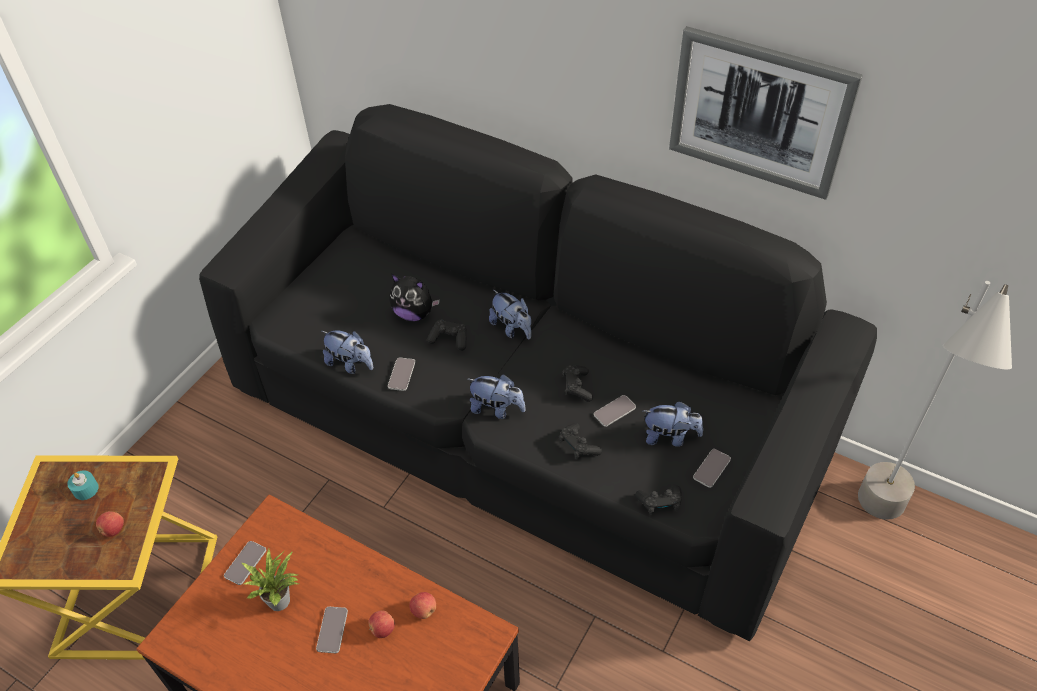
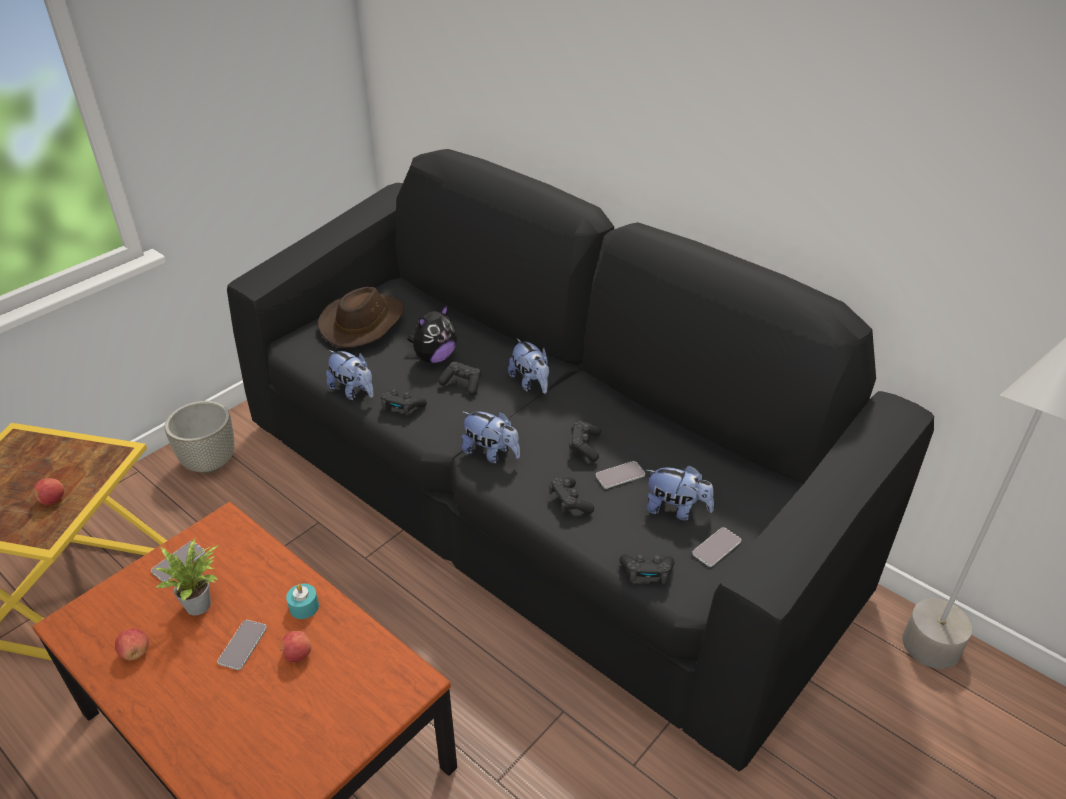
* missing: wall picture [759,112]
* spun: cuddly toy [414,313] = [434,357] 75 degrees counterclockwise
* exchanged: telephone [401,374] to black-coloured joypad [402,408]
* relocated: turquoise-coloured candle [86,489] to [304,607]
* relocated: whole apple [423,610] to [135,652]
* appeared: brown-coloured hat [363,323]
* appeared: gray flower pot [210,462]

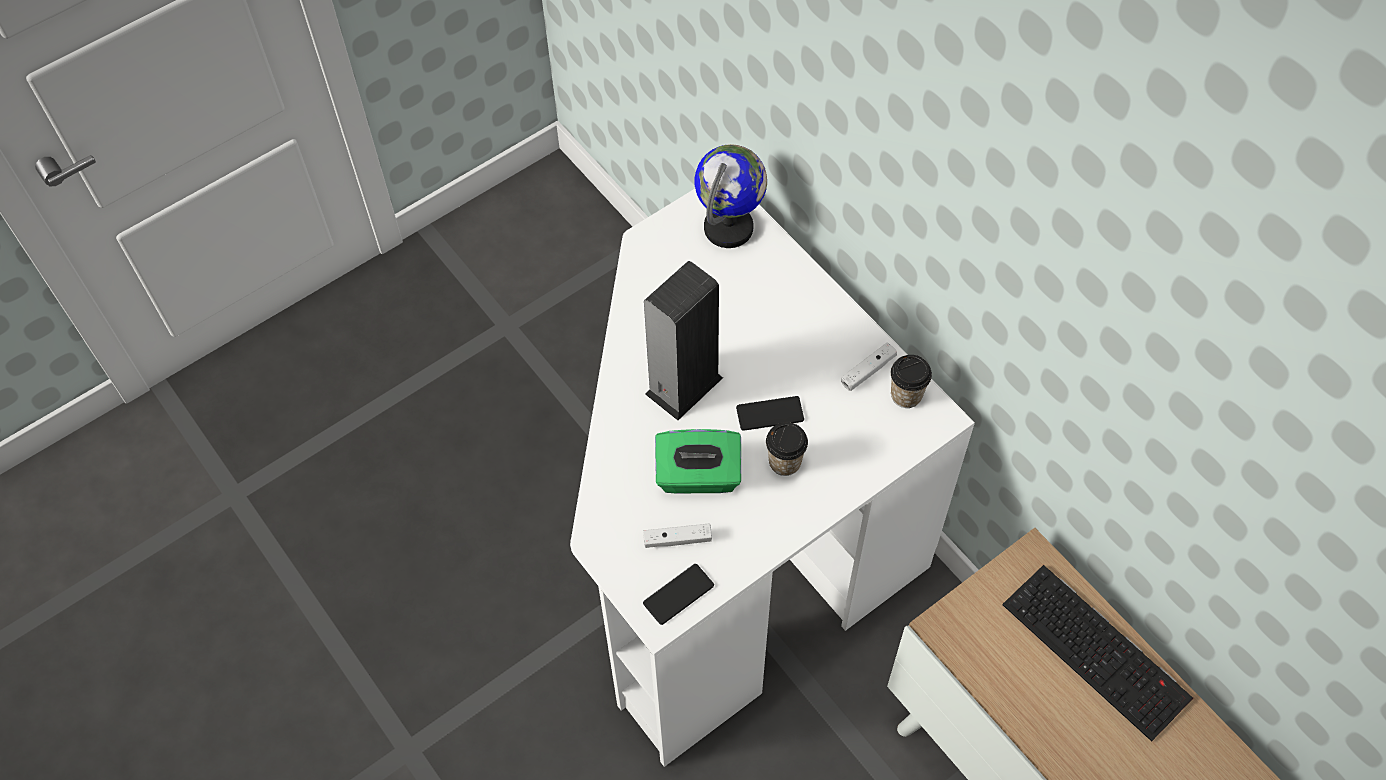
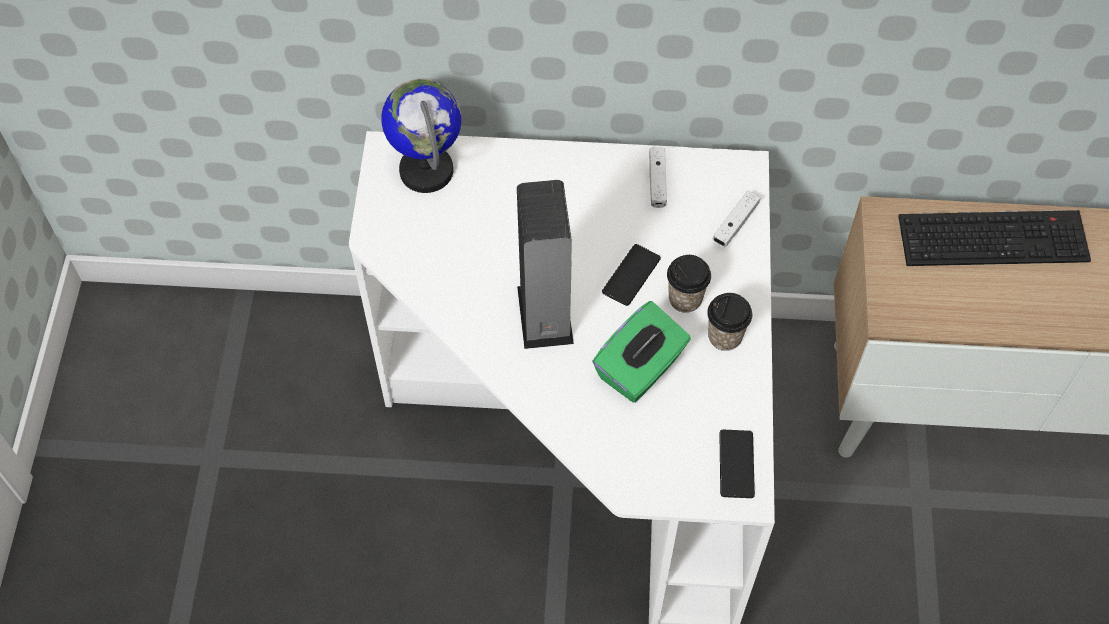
* relocated: cup [906,395] to [725,336]
* relocated: white joypad [677,539] to [735,224]

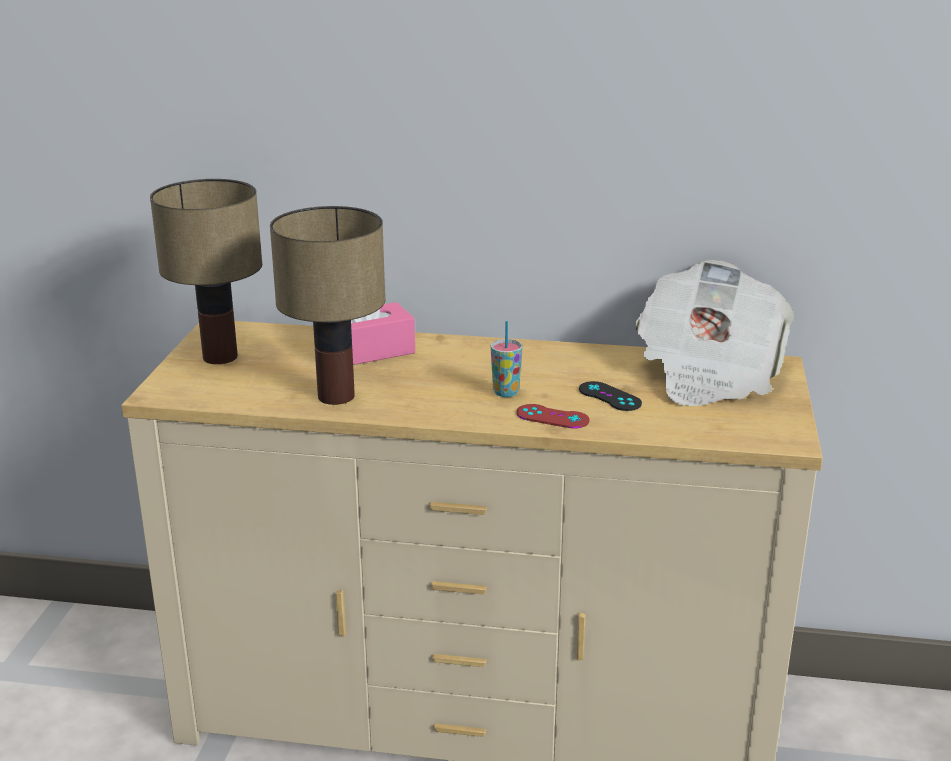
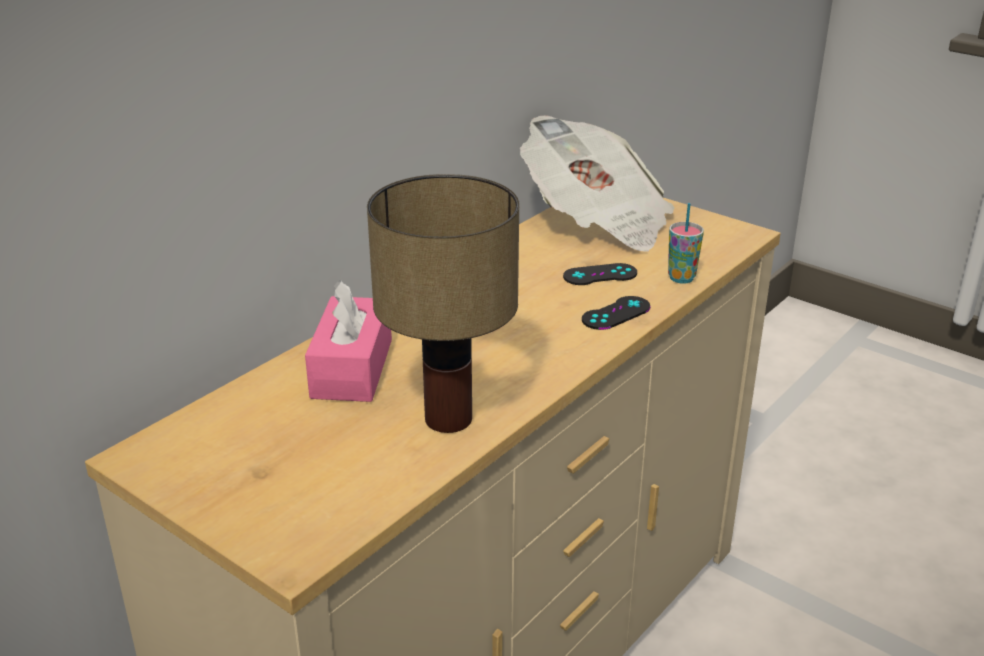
* missing: lamp for a table [218,356]
* relocated: cup [505,392] to [681,278]
* colour: reddish joypad [552,417] to black-coloured joypad [616,313]

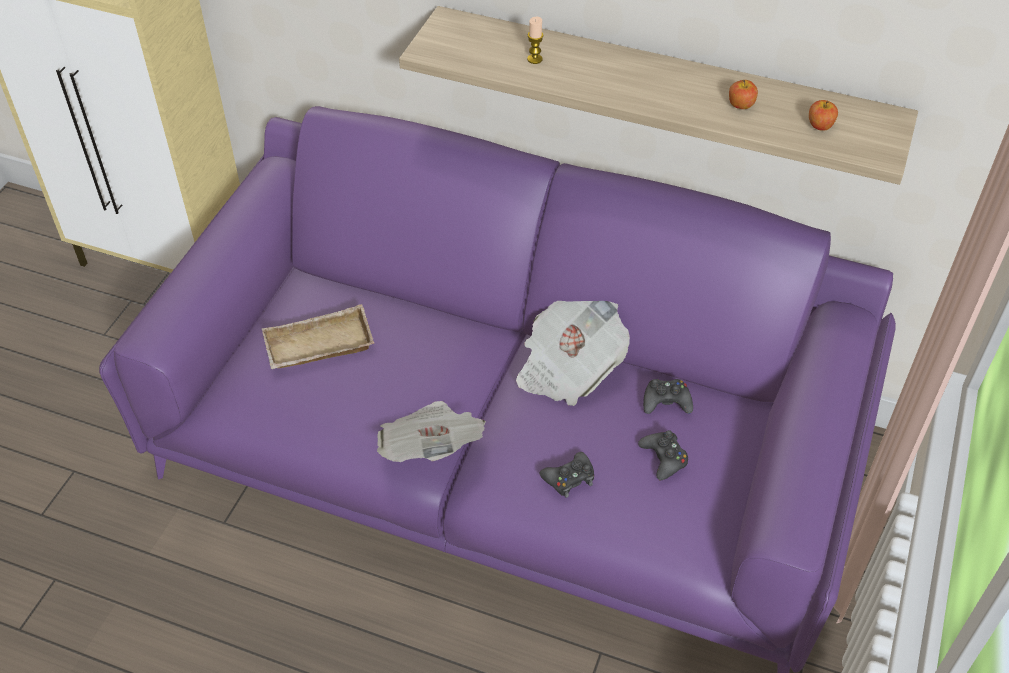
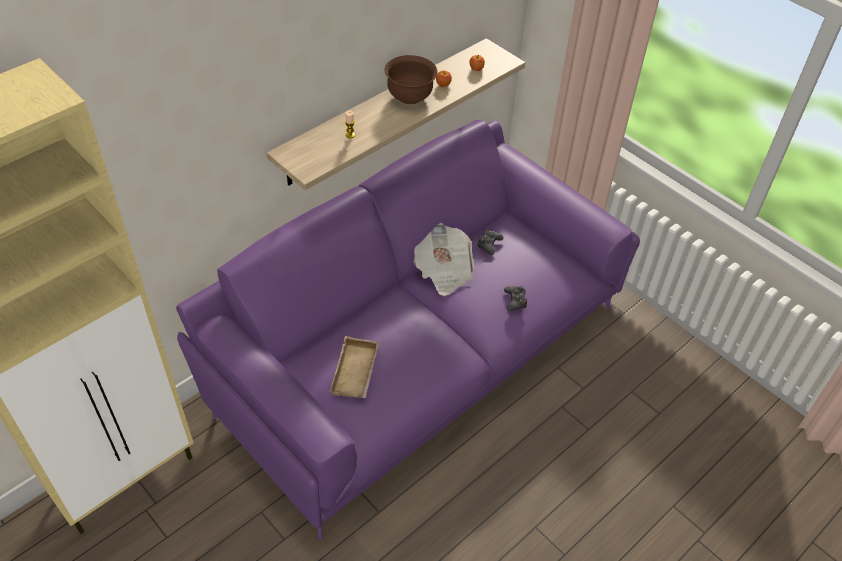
* missing: printed paper [431,449]
* missing: black-coloured joypad [664,458]
* appeared: brown-coloured bowl [410,97]

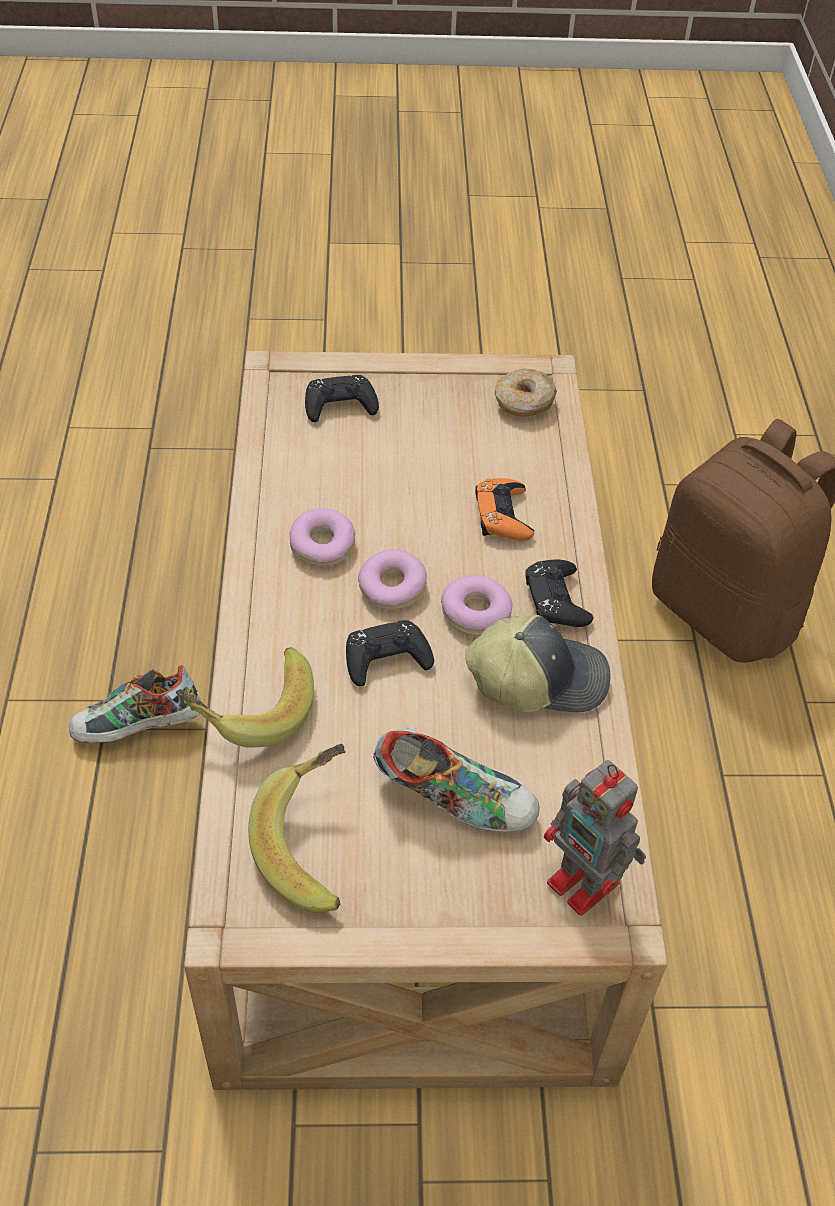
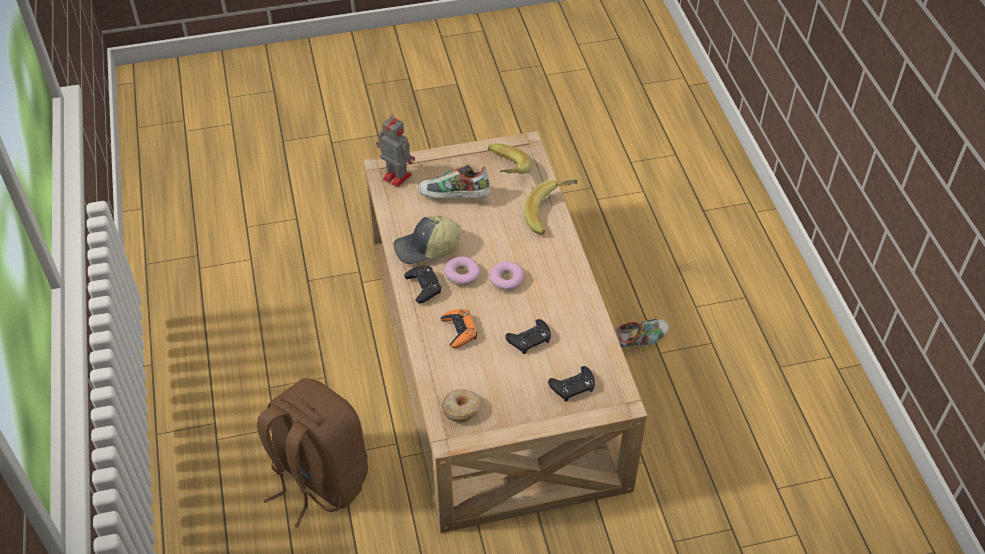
* missing: doughnut [322,545]
* relocated: black-coloured joypad [386,659] to [529,339]

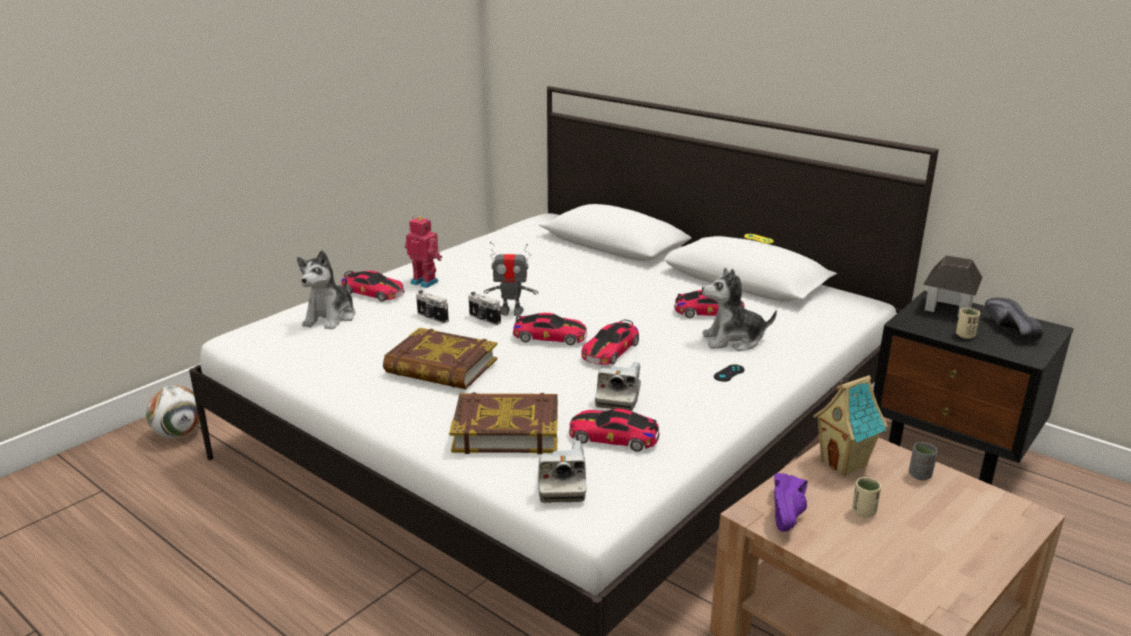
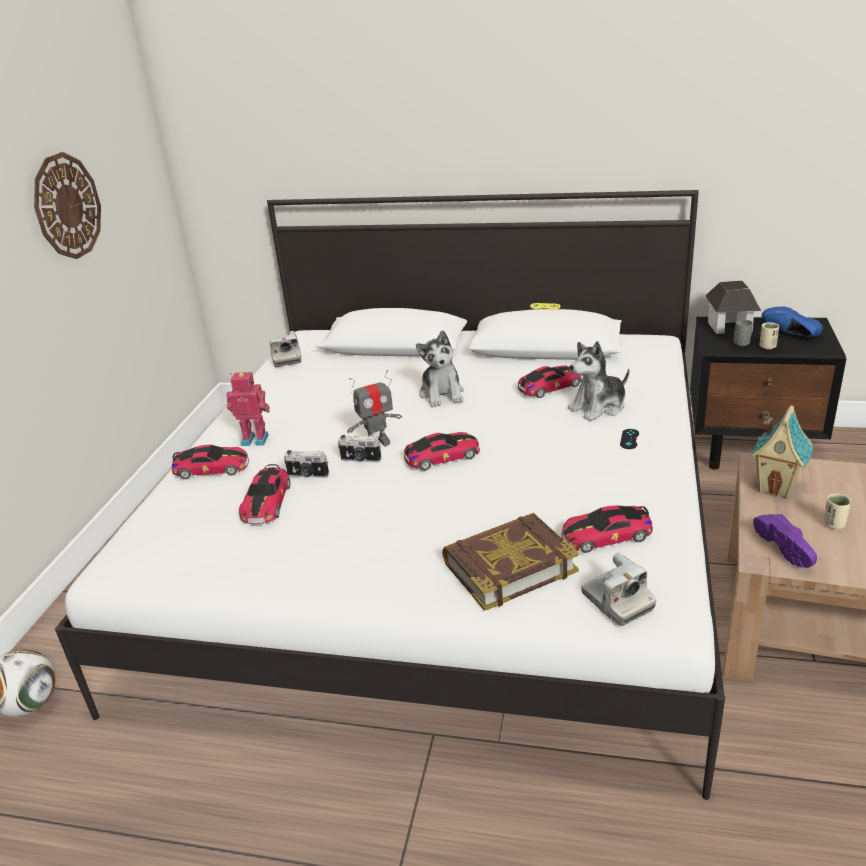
* relocated: cuddly toy [331,318] to [442,394]
* colour: black-coloured low shoe [1005,330] to blue-coloured low shoe [788,334]
* relocated: toy car [611,350] to [267,502]
* missing: bound book [441,367]
* relocated: photo camera [618,397] to [286,358]
* relocated: gray cup [920,475] to [741,343]
* appeared: clock on the wall [67,206]

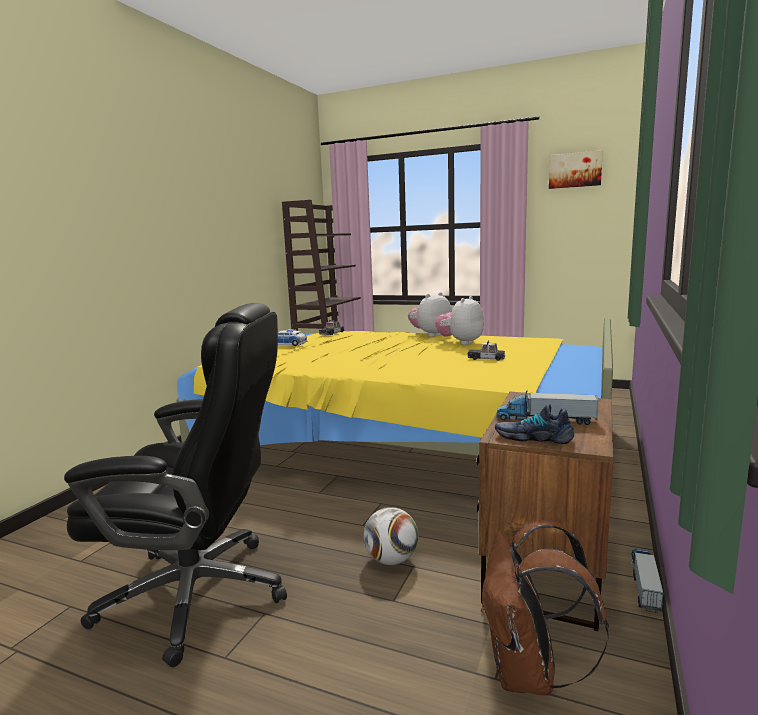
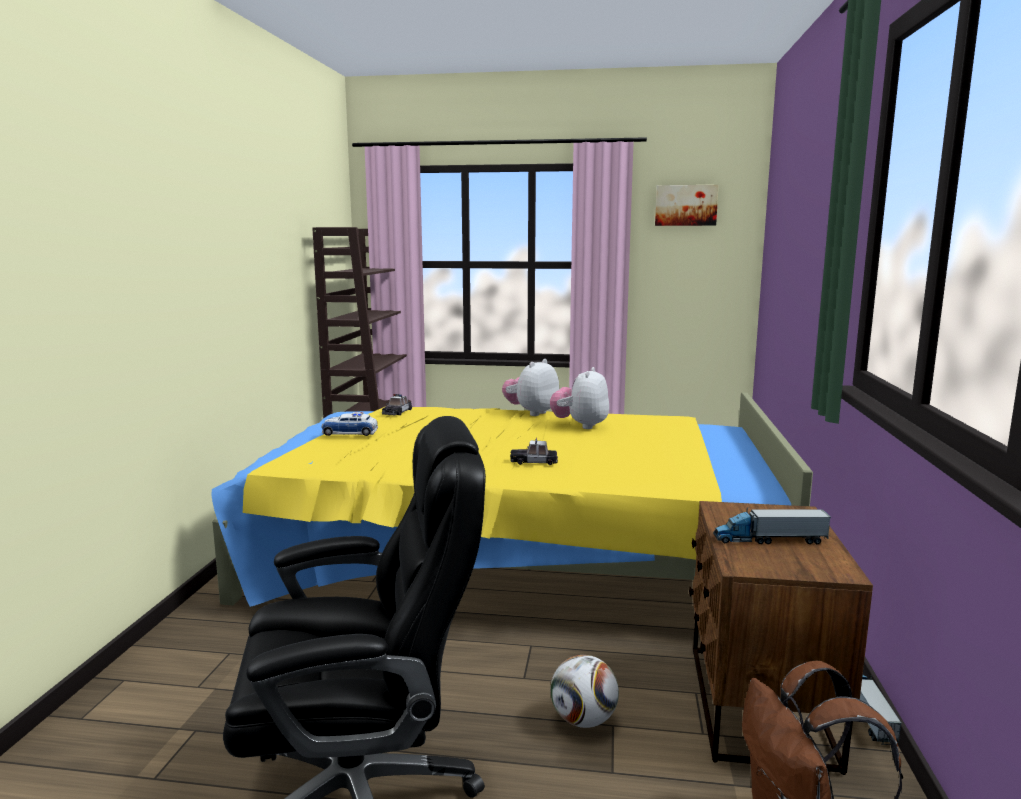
* relocated: toy car [486,358] to [534,461]
* missing: low shoe [533,437]

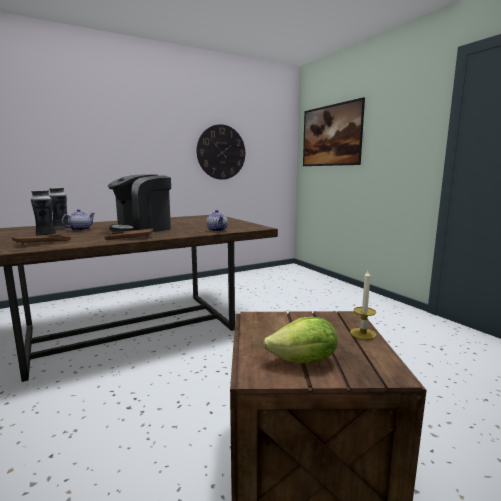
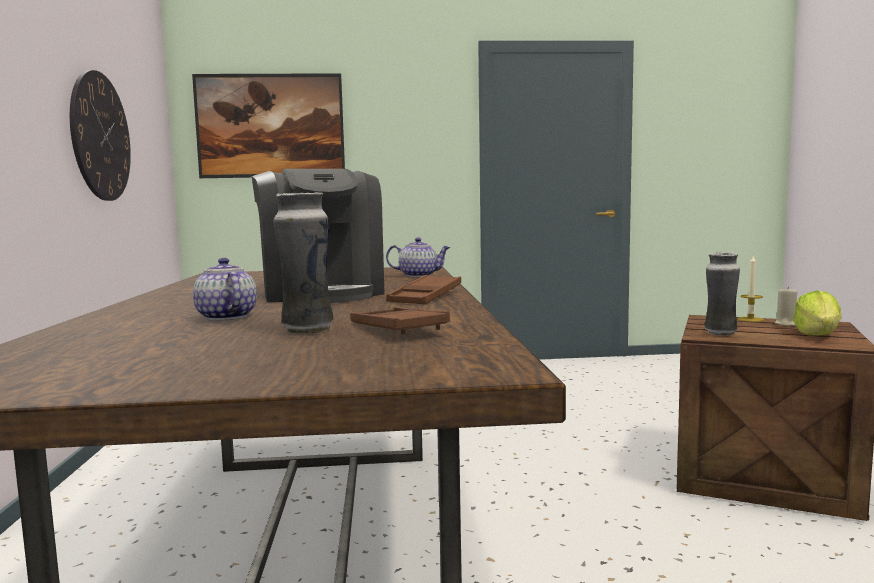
* relocated: flower vase [61,228] to [720,333]
* appeared: beige-coloured candle [786,324]

